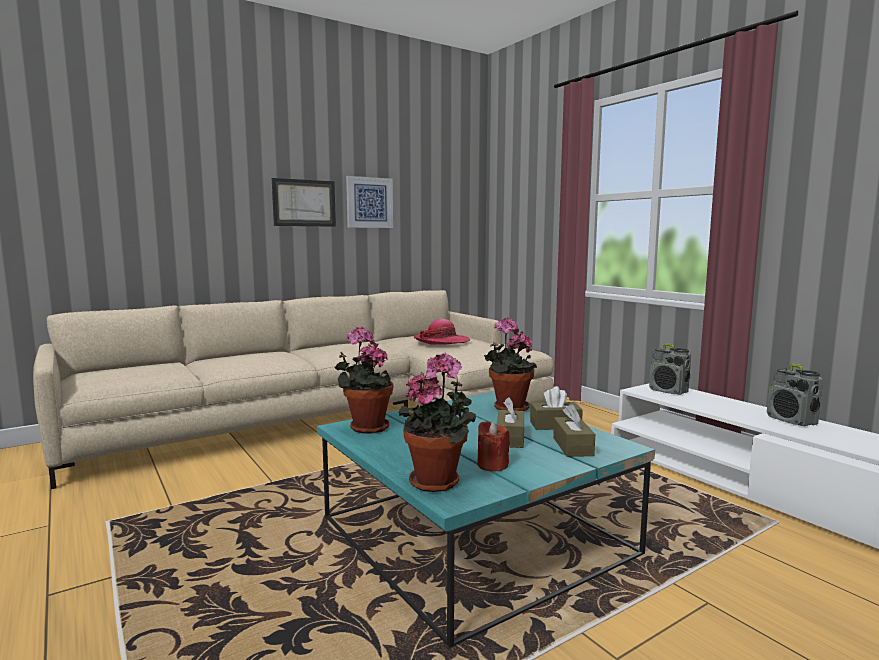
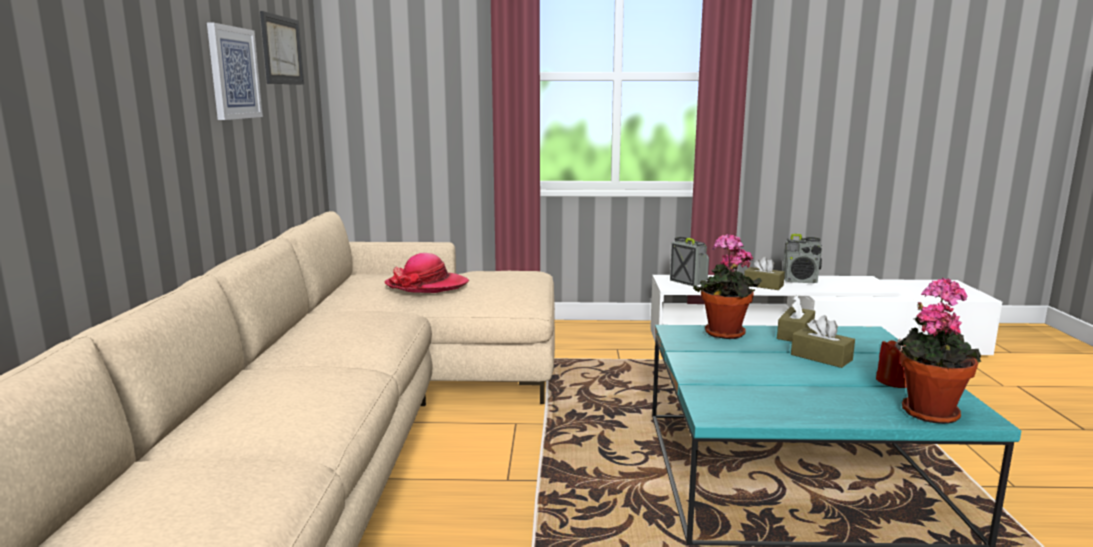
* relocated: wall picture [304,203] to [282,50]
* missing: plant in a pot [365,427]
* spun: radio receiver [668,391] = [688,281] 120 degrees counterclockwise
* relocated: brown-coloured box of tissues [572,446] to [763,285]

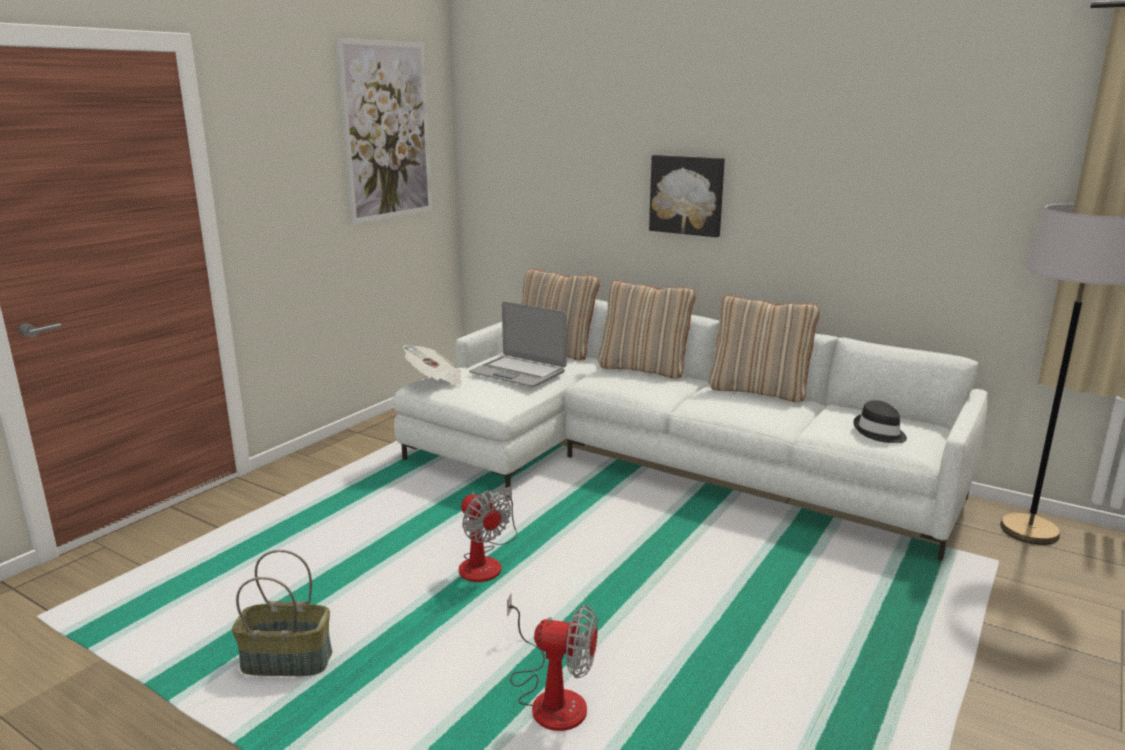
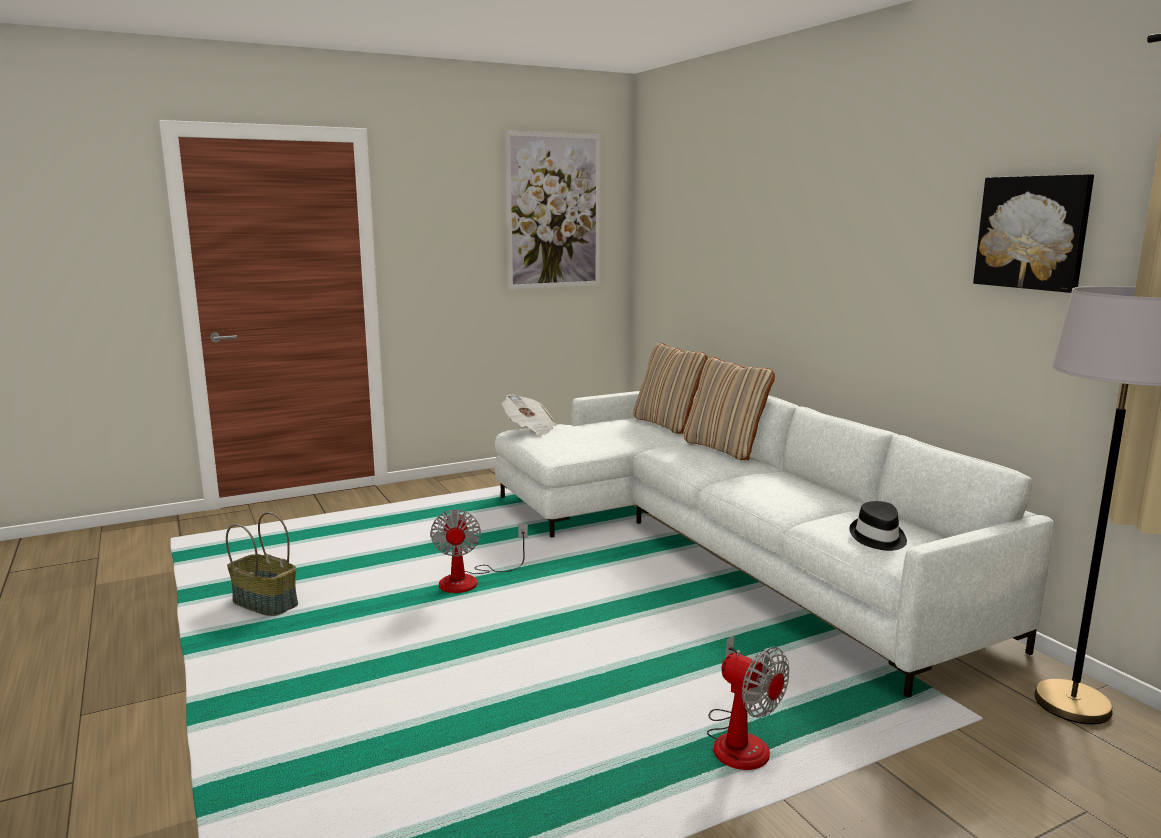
* relocated: wall picture [687,195] to [1033,232]
* missing: beige-coloured pillow [759,391]
* missing: notebook computer [518,372]
* relocated: electric fan [551,697] to [739,739]

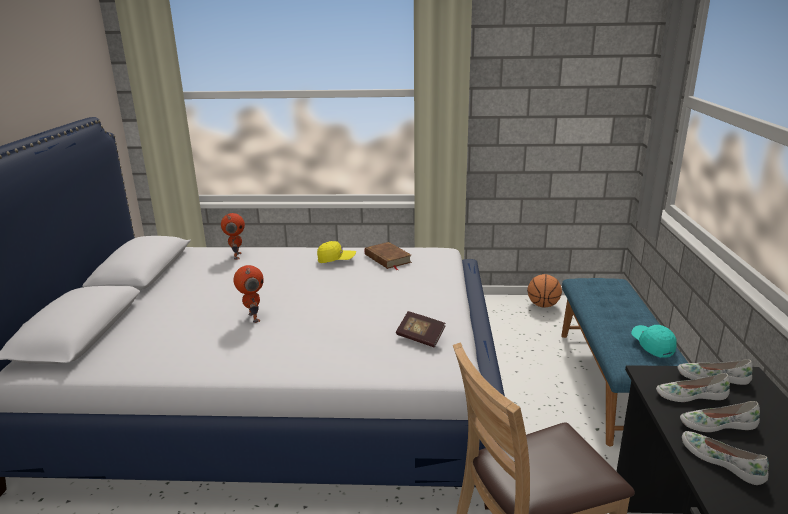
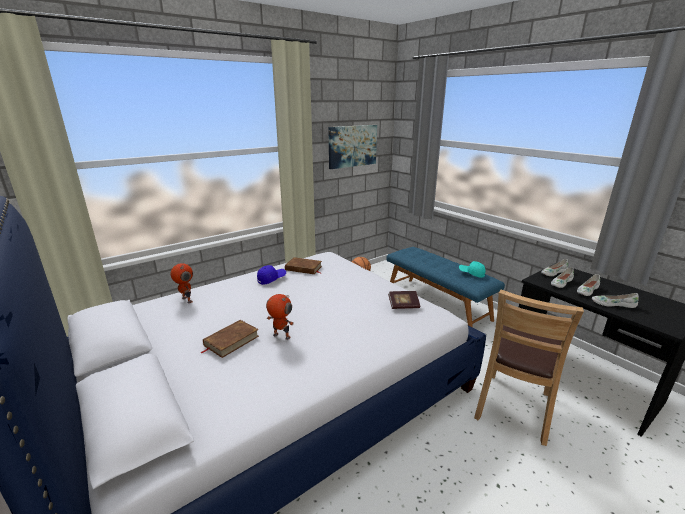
* colour: yellow-coloured peaked cap [336,260] to blue-coloured peaked cap [271,279]
* appeared: wall picture [352,146]
* appeared: brown-coloured bound book [231,341]

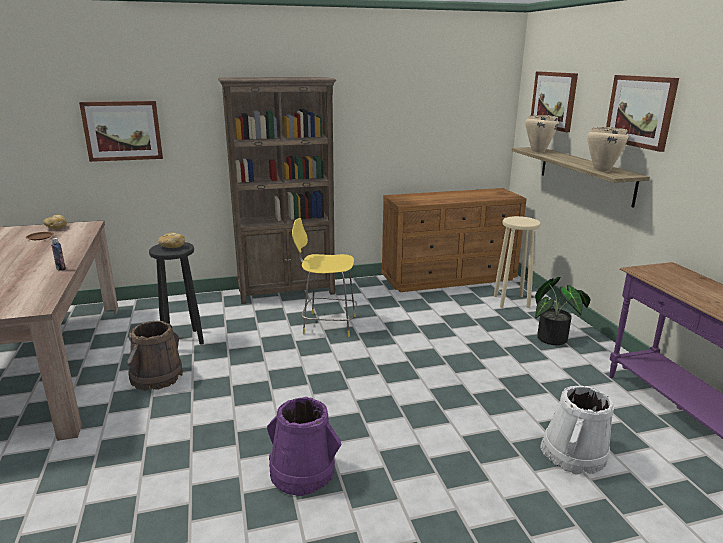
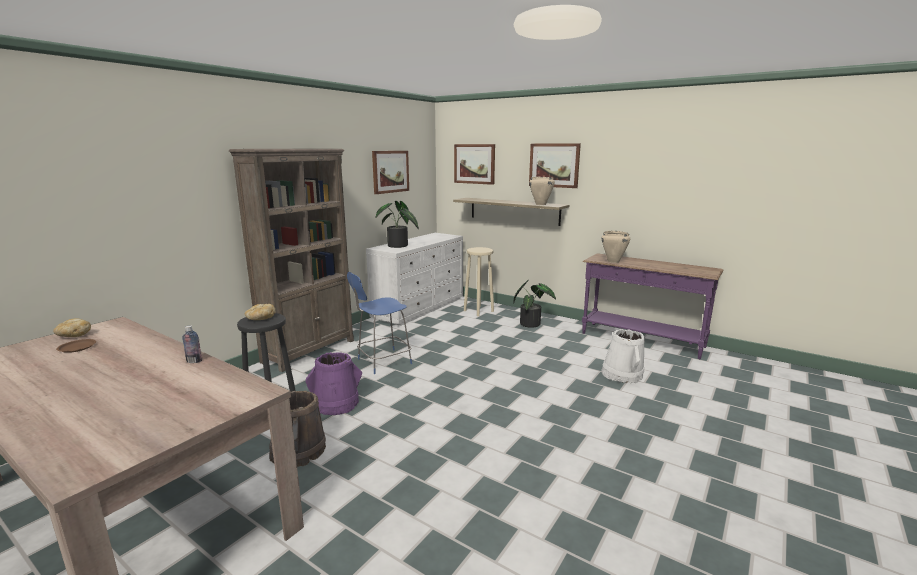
* relocated: wall picture [122,131] to [390,171]
* relocated: beige-coloured stockpot [538,151] to [613,261]
* colour: brown-coloured drawer chest [449,278] to white drawer chest [419,308]
* colour: yellow-coloured stool [327,324] to blue-coloured stool [382,362]
* relocated: purplish water bucket [302,472] to [336,404]
* appeared: plant in a pot [398,246]

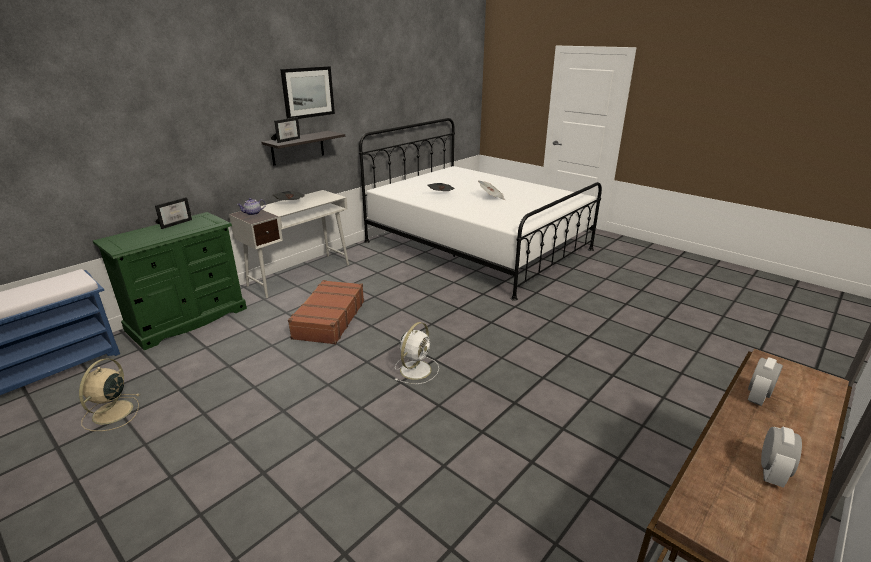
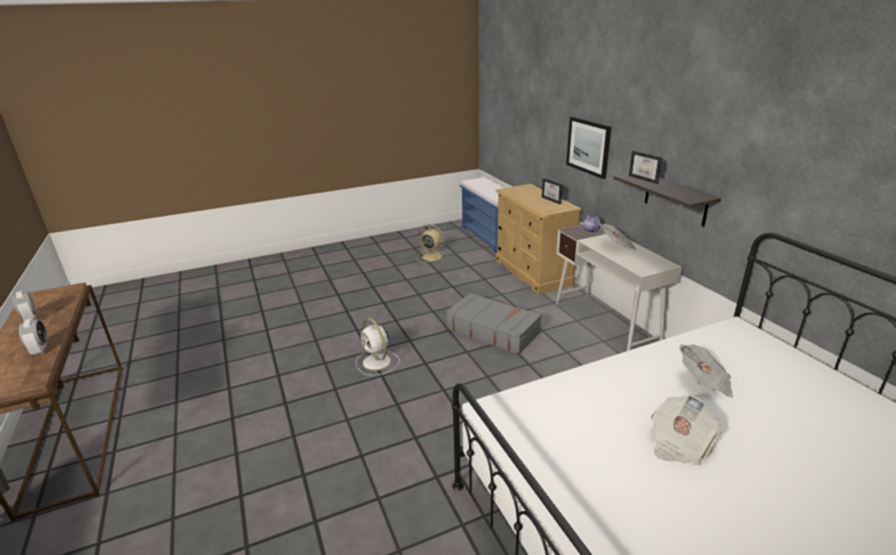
* relocated: wall picture [308,92] to [588,146]
* colour: green-coloured drawer chest [188,319] to beige-coloured drawer chest [532,272]
* colour: brown-coloured piece of luggage [329,319] to gray piece of luggage [493,330]

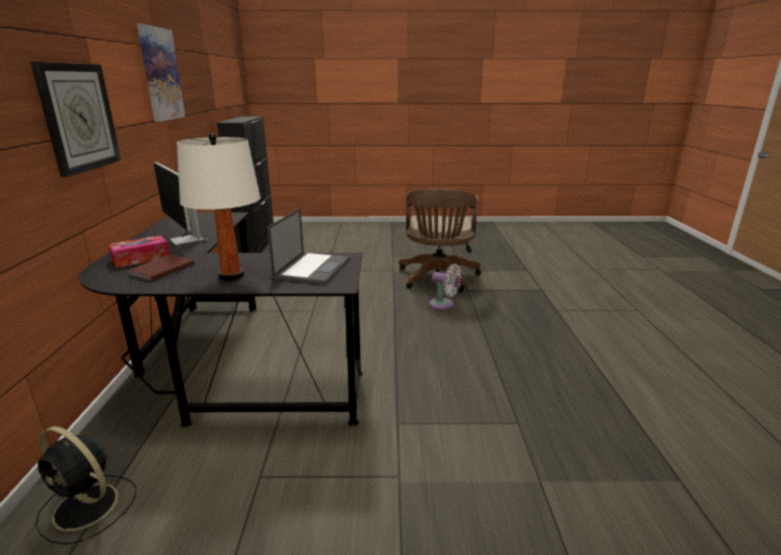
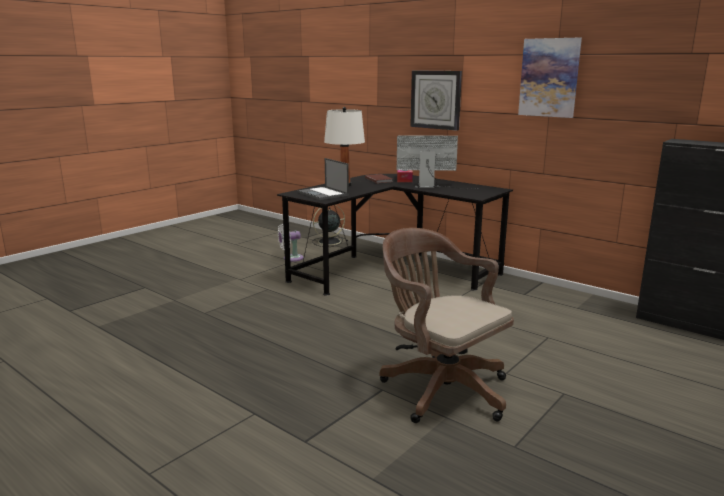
* relocated: white electric fan [443,304] to [291,258]

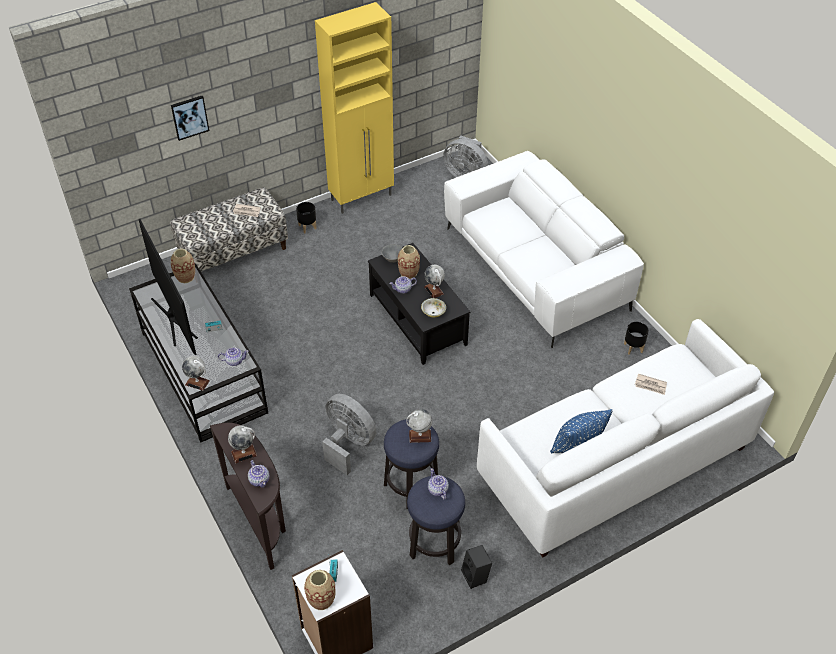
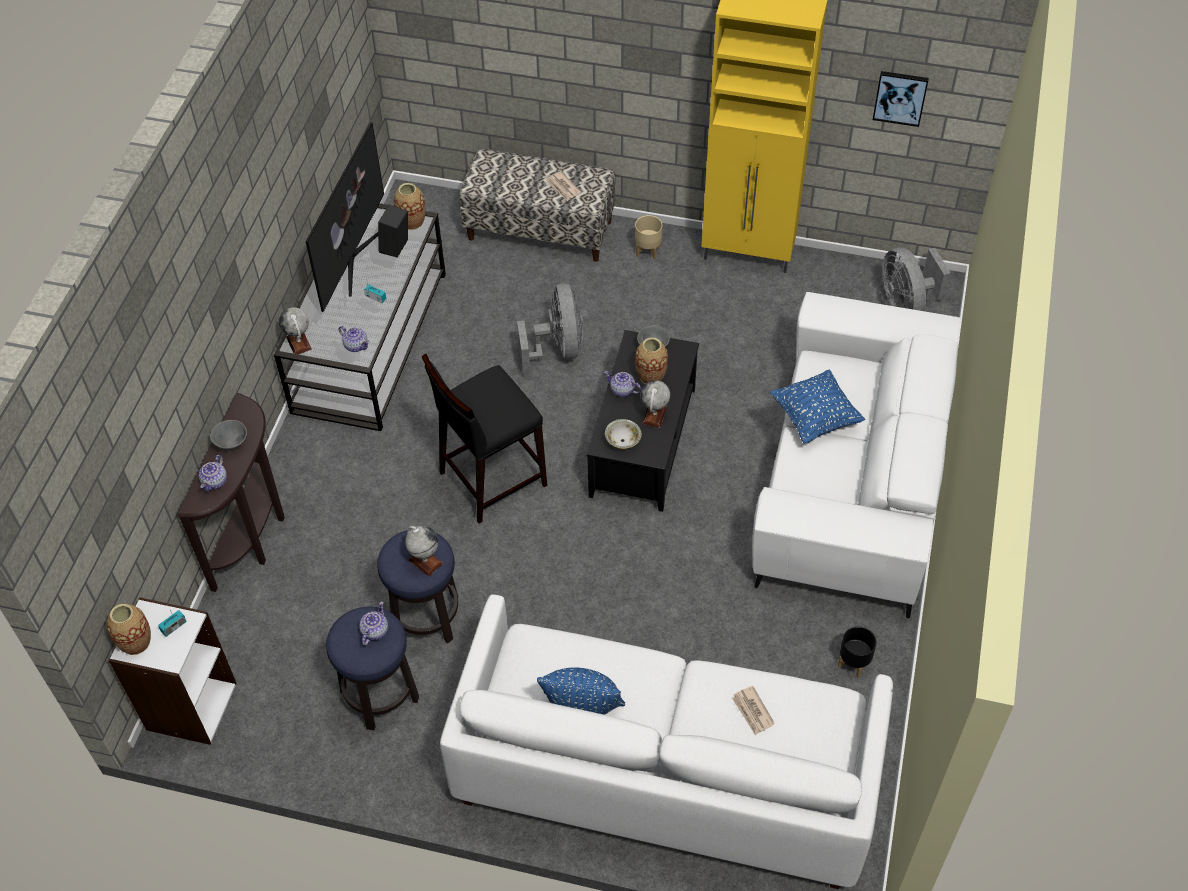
* relocated: wall picture [189,117] to [900,97]
* colour: black-coloured flower pot [307,227] to beige-coloured flower pot [648,251]
* relocated: gray electric fan [348,443] to [558,349]
* exchanged: globe [244,453] to gray bowl [232,444]
* relocated: black-coloured audio speaker [476,576] to [396,248]
* appeared: black-coloured stool [491,479]
* appeared: blue-coloured pillow [815,418]

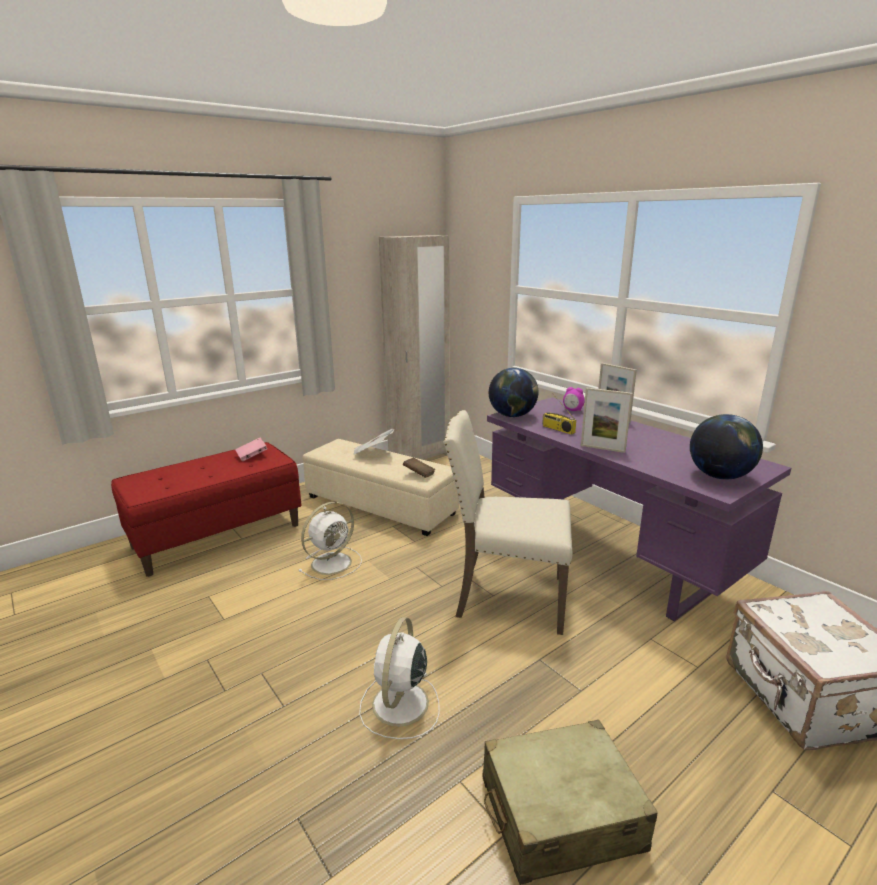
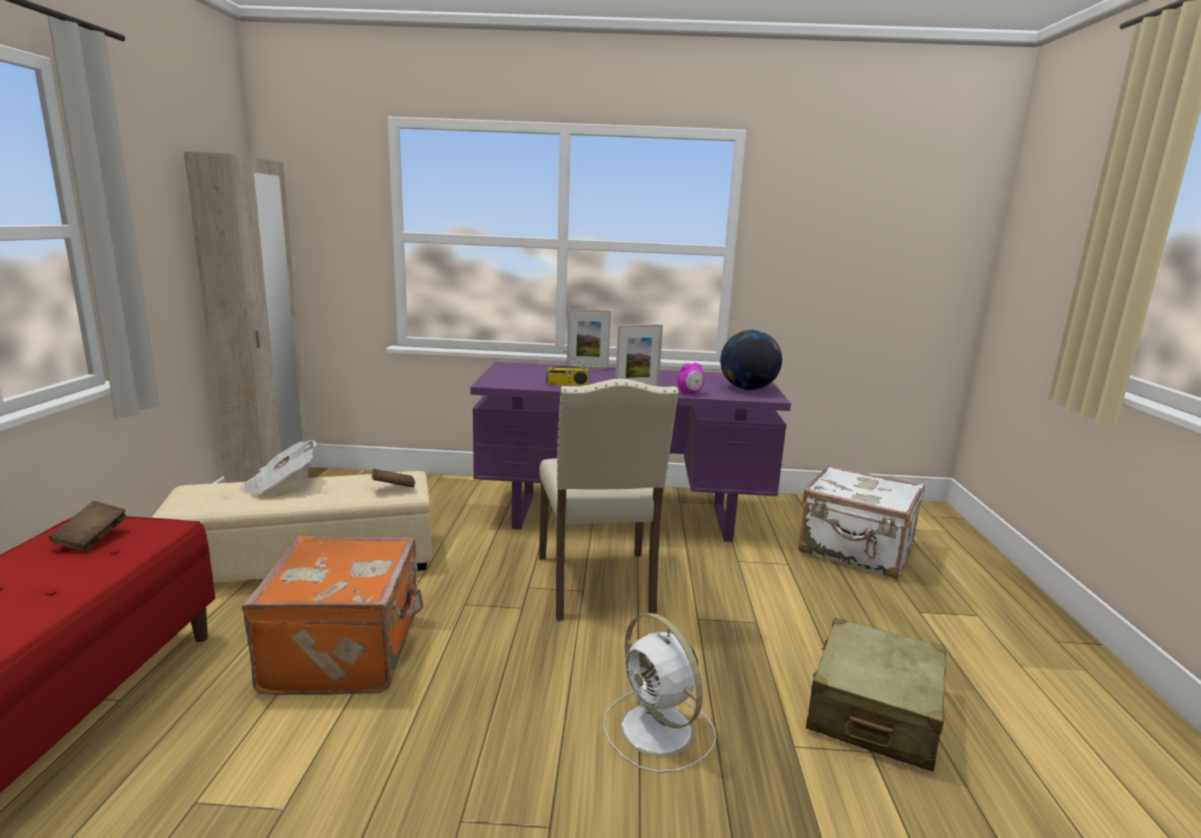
* missing: globe [512,415]
* relocated: alarm clock [572,410] to [689,393]
* spun: beige-coloured upright chair [508,598] = [598,586] 60 degrees counterclockwise
* colour: pinkish bound book [252,456] to brown-coloured bound book [92,539]
* exchanged: white electric fan [333,562] to orange piece of luggage [347,651]

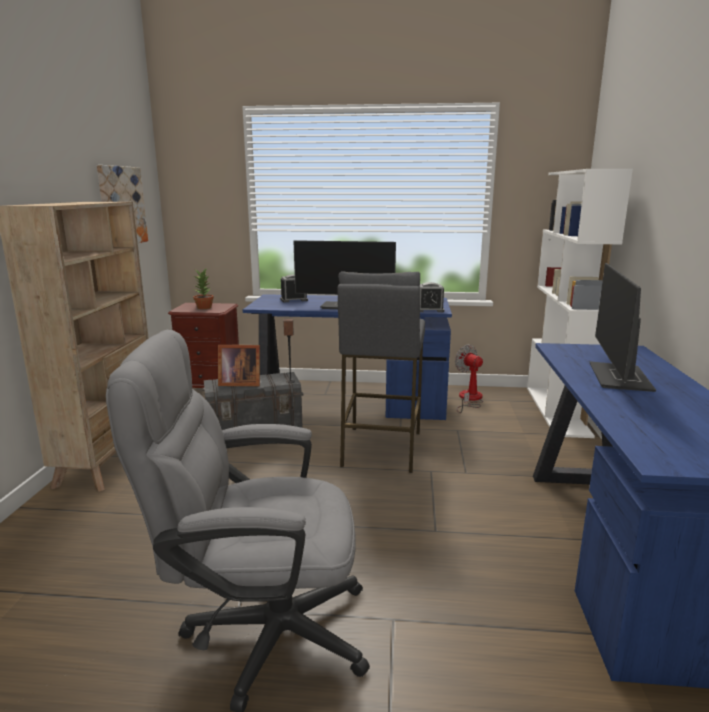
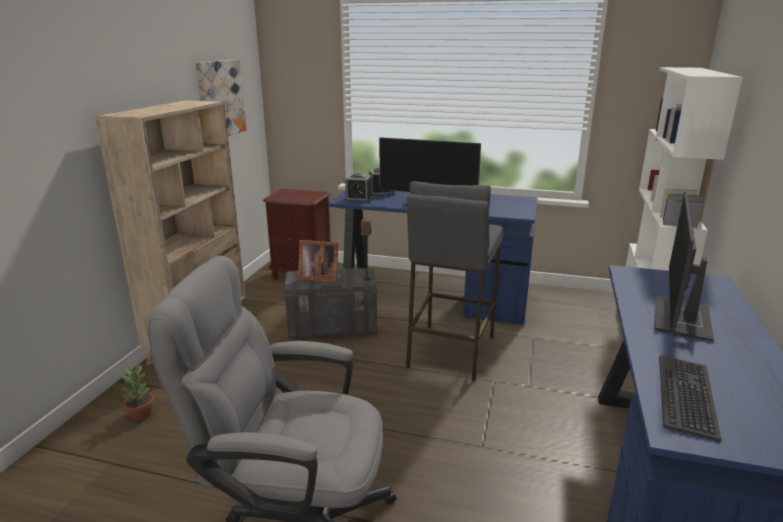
* relocated: plant in a pot [204,307] to [141,414]
* relocated: alarm clock [429,310] to [359,199]
* missing: electric fan [469,399]
* appeared: PC keyboard [687,396]

